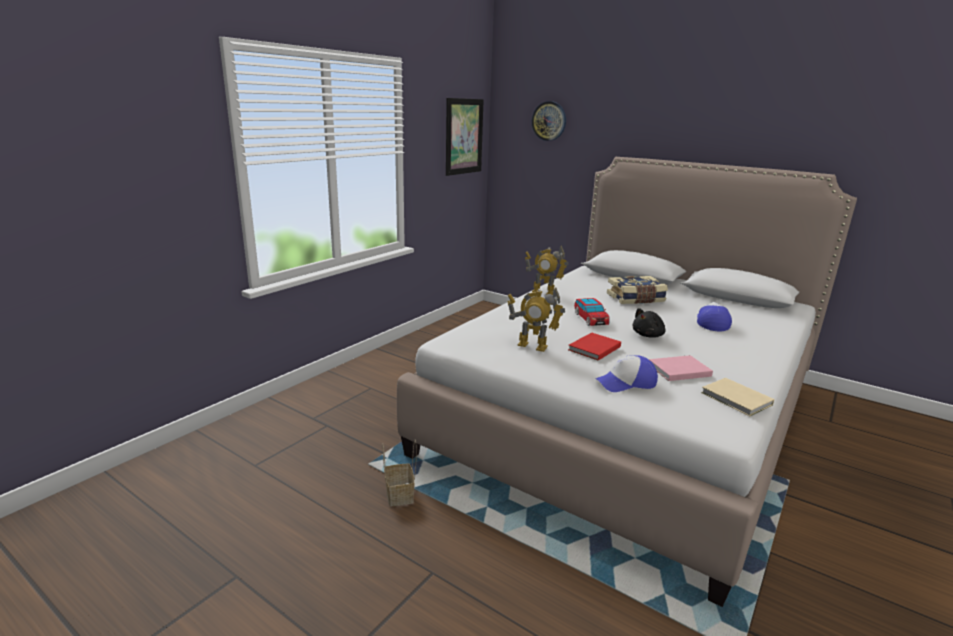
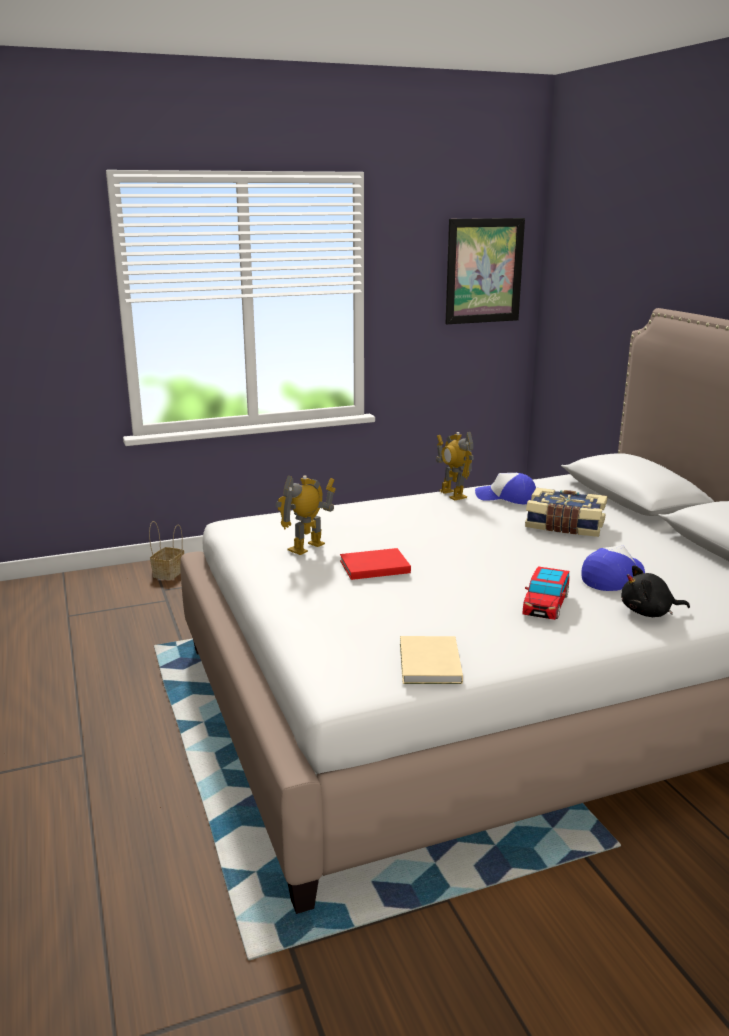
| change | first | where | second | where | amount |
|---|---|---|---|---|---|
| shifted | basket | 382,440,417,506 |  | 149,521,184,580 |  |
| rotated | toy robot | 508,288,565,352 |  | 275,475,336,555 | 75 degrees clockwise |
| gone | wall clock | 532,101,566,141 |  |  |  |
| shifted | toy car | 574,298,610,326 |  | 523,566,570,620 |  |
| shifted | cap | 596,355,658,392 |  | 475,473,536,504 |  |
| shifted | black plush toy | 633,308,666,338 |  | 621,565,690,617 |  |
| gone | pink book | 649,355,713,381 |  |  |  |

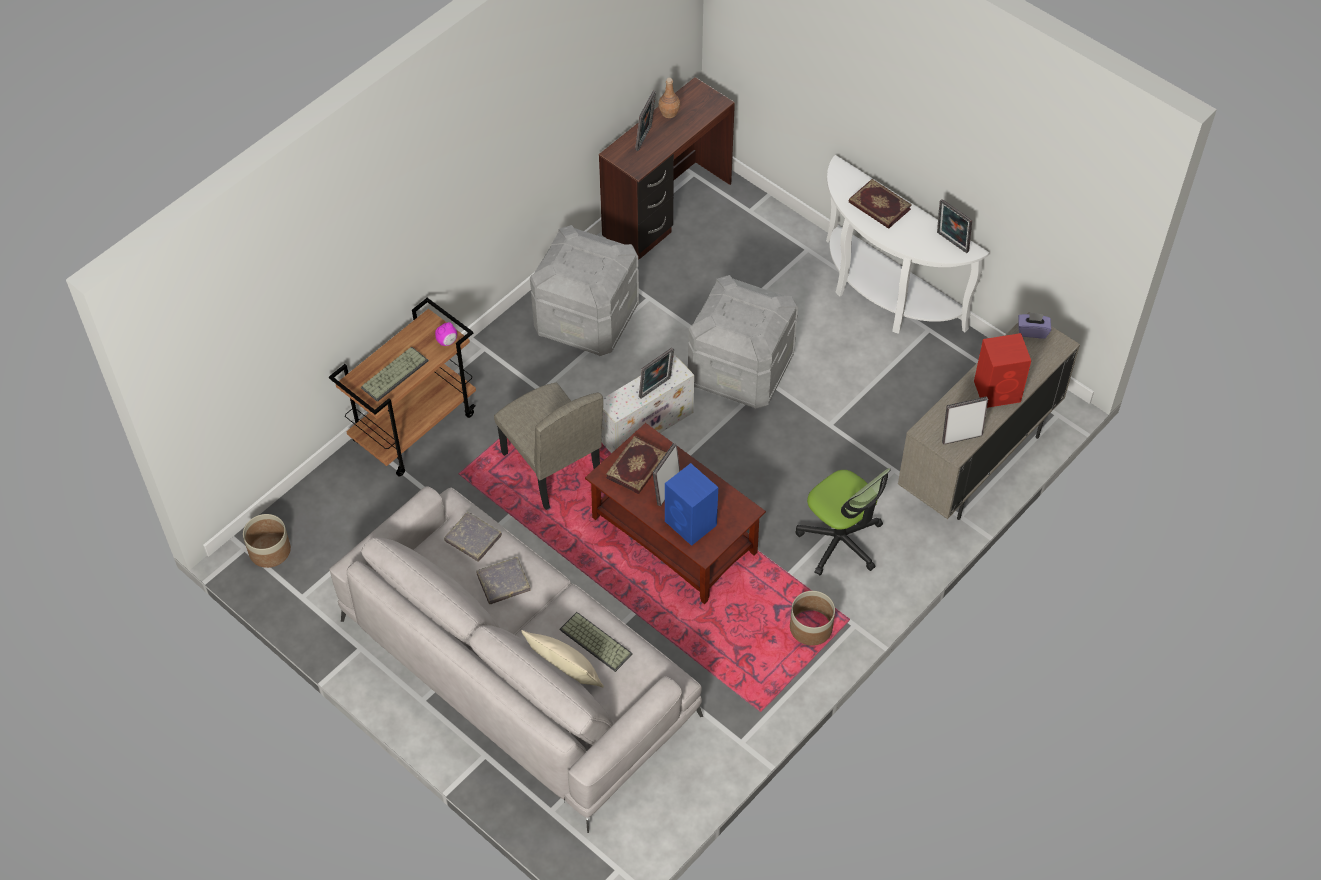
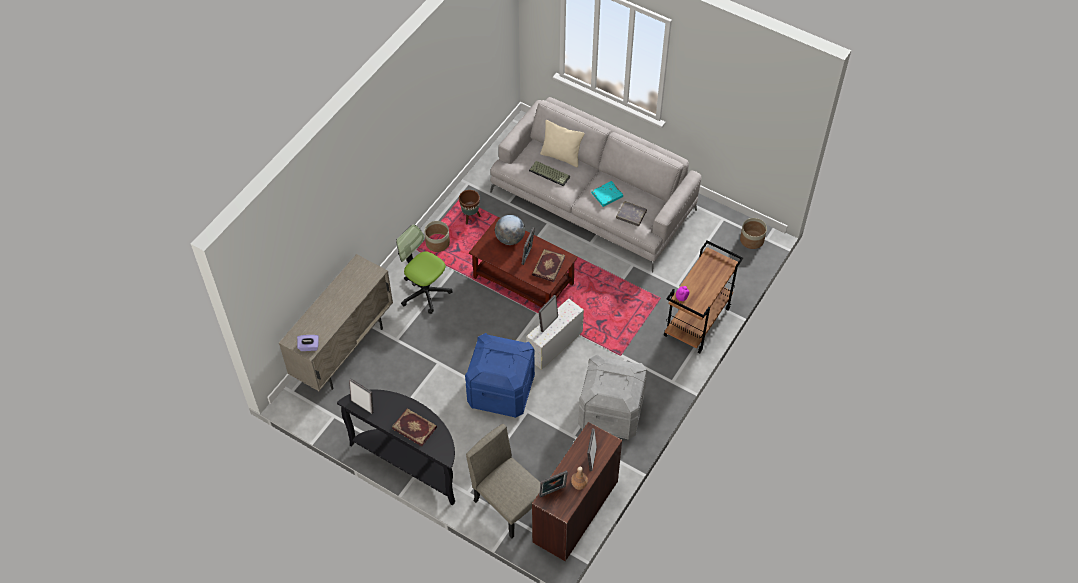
| change | first | where | second | where | amount |
|---|---|---|---|---|---|
| gone | keyboard | 361,347,429,402 |  |  |  |
| repainted | grey book | 476,557,531,604 | turquoise book | 591,181,623,207 |  |
| shifted | beige chair | 494,383,603,510 |  | 466,424,540,539 |  |
| swapped | blue speaker | 665,463,718,546 | globe | 495,215,525,245 |  |
| repainted | grey storage box | 688,275,798,409 | blue storage box | 465,333,535,418 |  |
| repainted | white console table | 826,155,990,334 | black console table | 337,390,455,505 |  |
| shifted | picture frame | 942,396,988,445 |  | 539,470,568,497 |  |
| gone | red speaker | 974,333,1031,408 |  |  |  |
| new |  |  | brown planter | 459,190,481,225 |  |

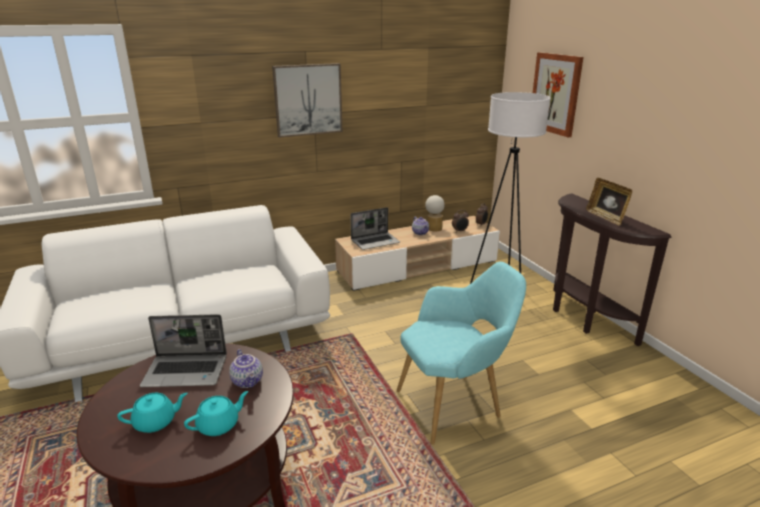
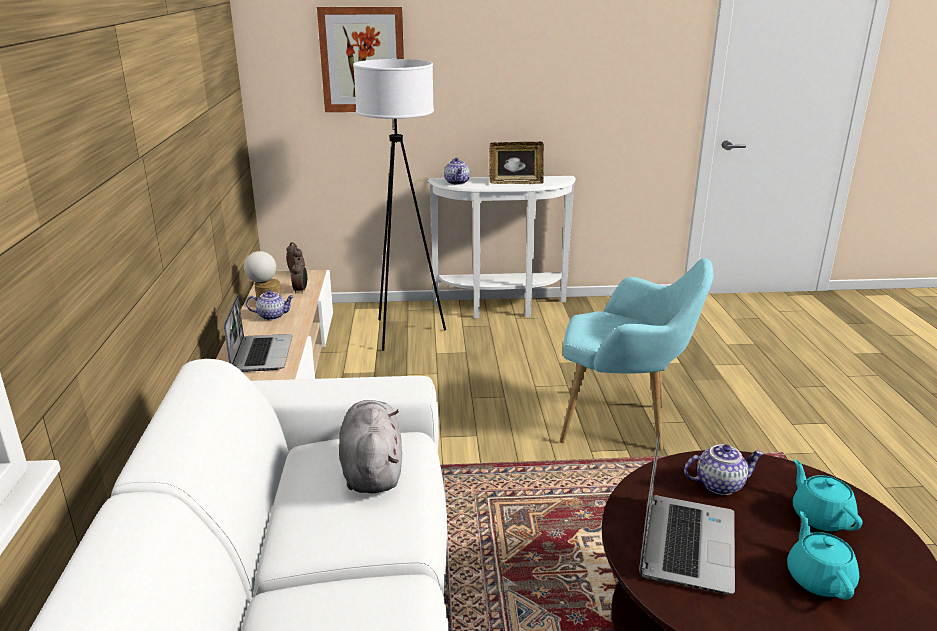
| change | first | where | second | where | amount |
|---|---|---|---|---|---|
| gone | picture | 272,63,343,138 |  |  |  |
| rotated | turquoise armchair | 397,262,526,445 |  | 560,258,714,450 | 105 degrees clockwise |
| repainted | brown console table | 553,193,672,346 | white console table | 428,176,576,318 |  |
| new |  |  | grey plush toy | 339,400,402,493 |  |
| new |  |  | teapot | 444,158,470,185 |  |

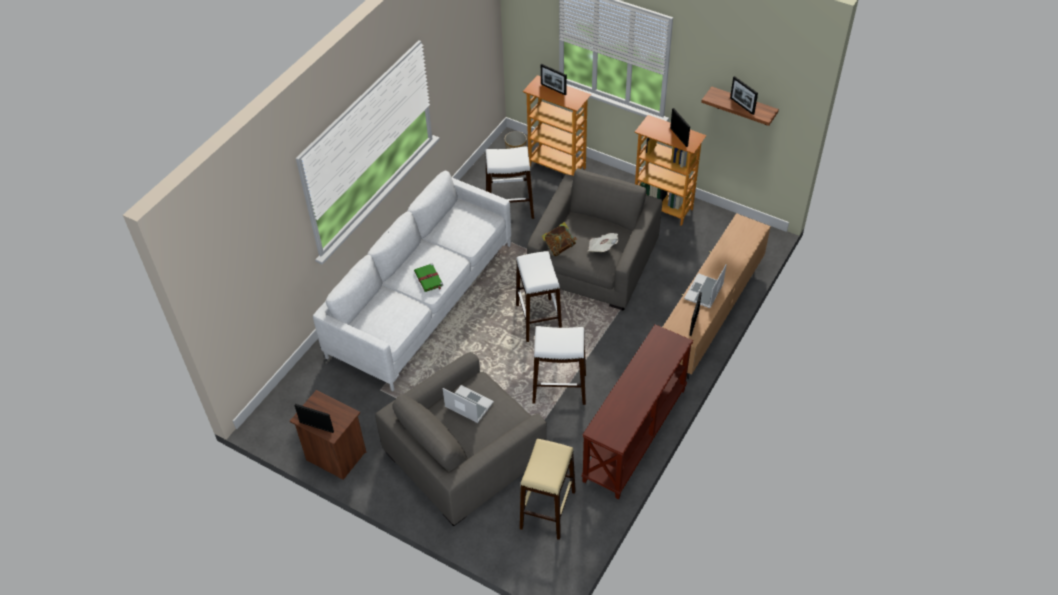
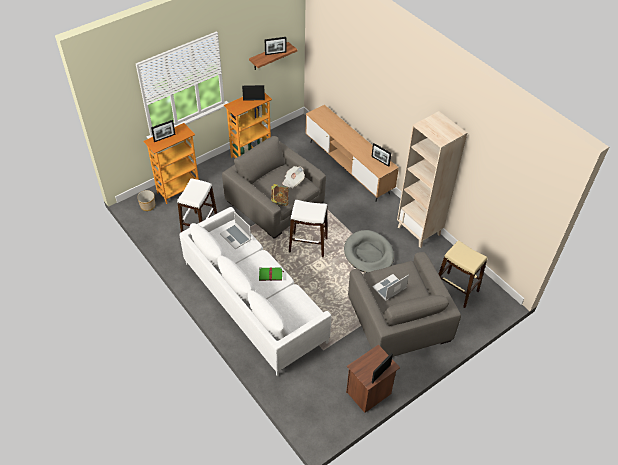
| change | first | where | second | where | amount |
|---|---|---|---|---|---|
| swapped | white stool | 532,326,586,405 | grey dog bed | 344,230,394,273 |  |
| swapped | brown console table | 581,324,693,499 | beige bookcase | 397,111,467,248 |  |
| shifted | laptop | 684,264,727,308 |  | 220,211,251,249 |  |

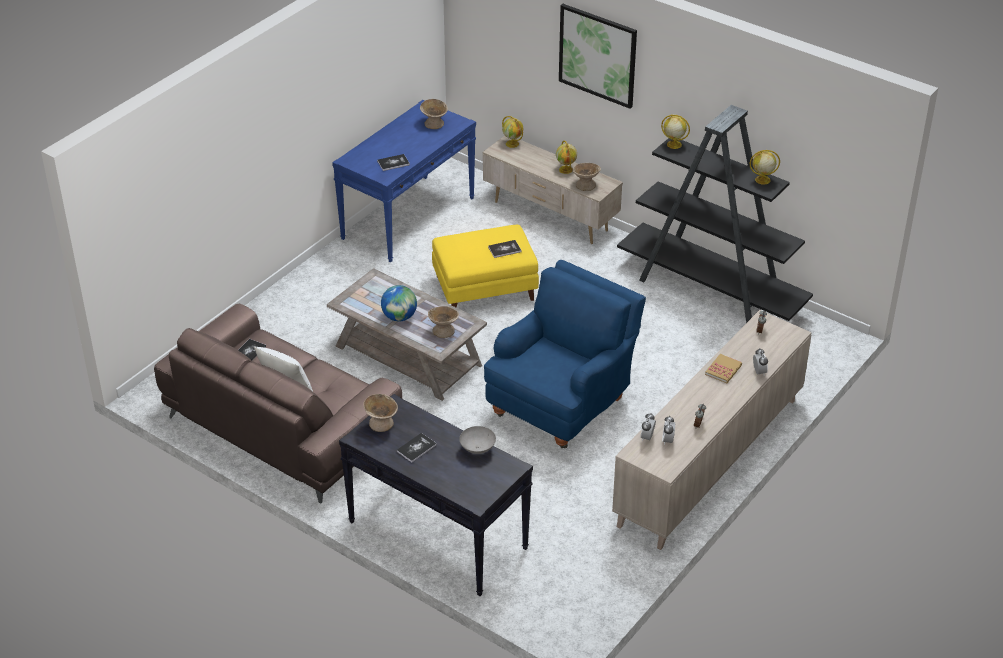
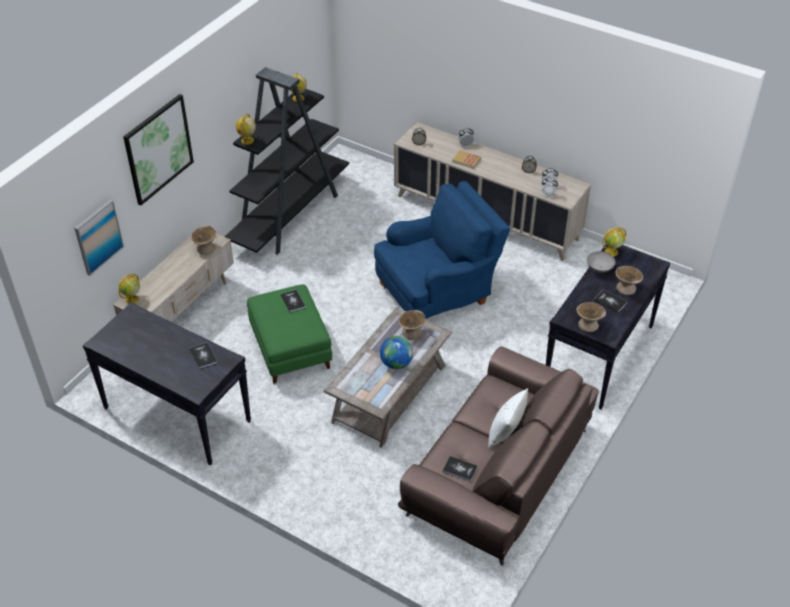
| change | first | where | second | where | amount |
|---|---|---|---|---|---|
| repainted | blue console table | 332,100,476,262 | black console table | 83,302,251,465 |  |
| shifted | beige bowl | 420,99,448,129 |  | 616,266,643,295 |  |
| repainted | yellow ottoman | 432,224,539,308 | green ottoman | 247,284,332,384 |  |
| rotated | blue armchair | 484,260,646,449 |  | 374,181,510,319 | 120 degrees clockwise |
| shifted | globe | 556,140,577,174 |  | 602,227,626,257 |  |
| new |  |  | picture | 74,200,124,276 |  |

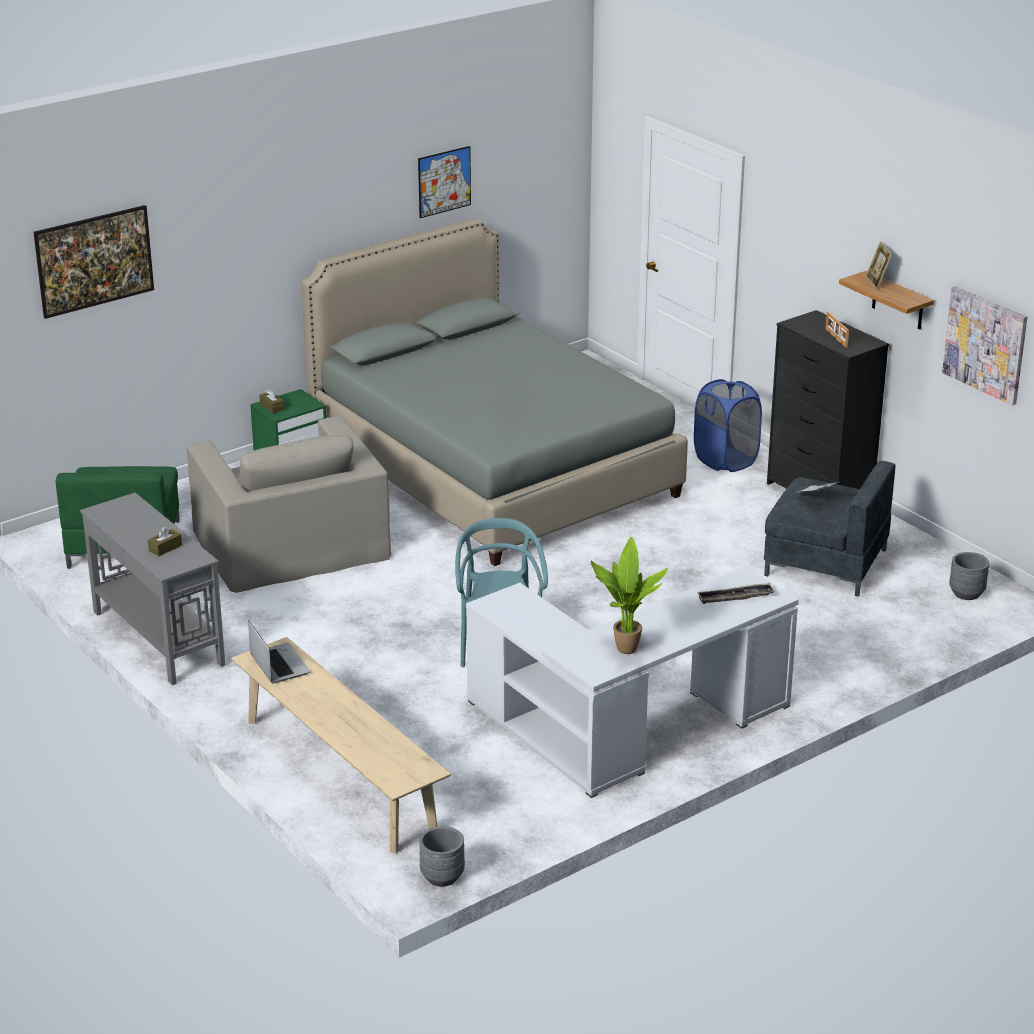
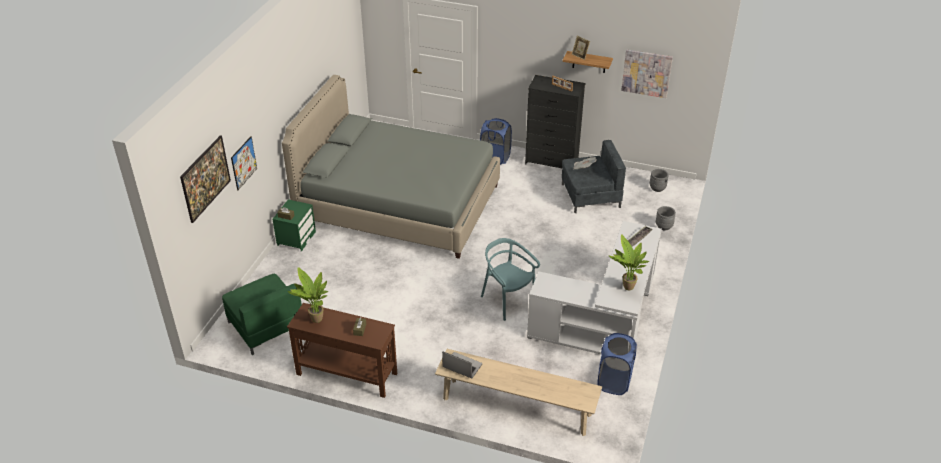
| change | first | where | second | where | amount |
|---|---|---|---|---|---|
| repainted | grey console table | 80,493,225,685 | brown console table | 287,303,397,398 |  |
| gone | beige armchair | 187,416,391,593 |  |  |  |
| shifted | picture | 418,146,471,218 |  | 231,136,257,190 |  |
| shifted | grey planter | 419,826,465,887 |  | 656,206,676,230 |  |
| new |  |  | potted plant | 288,267,328,323 |  |
| new |  |  | blue laundry basket | 597,333,637,395 |  |

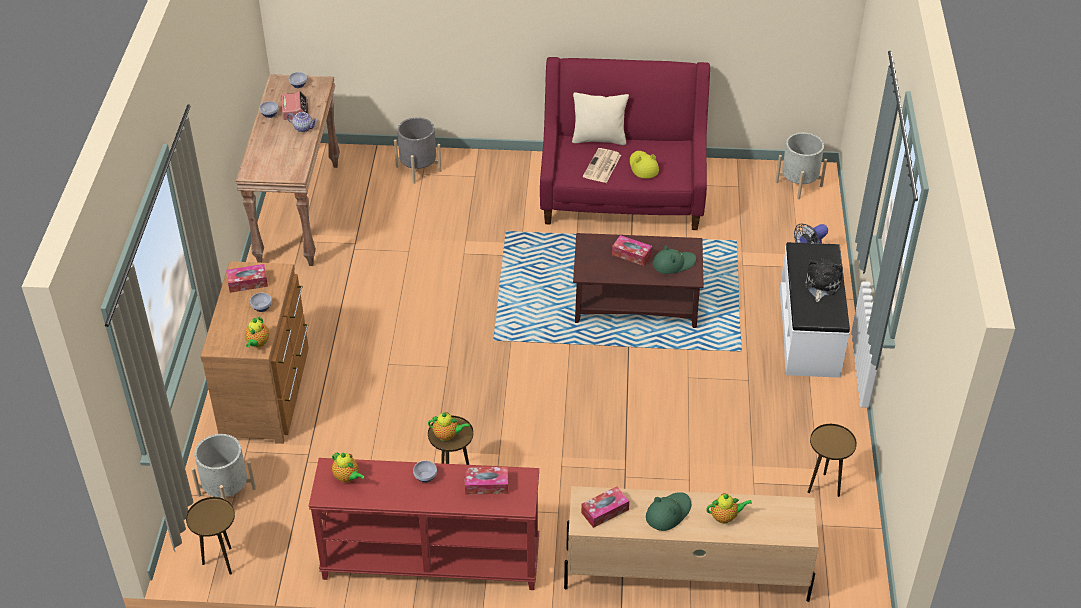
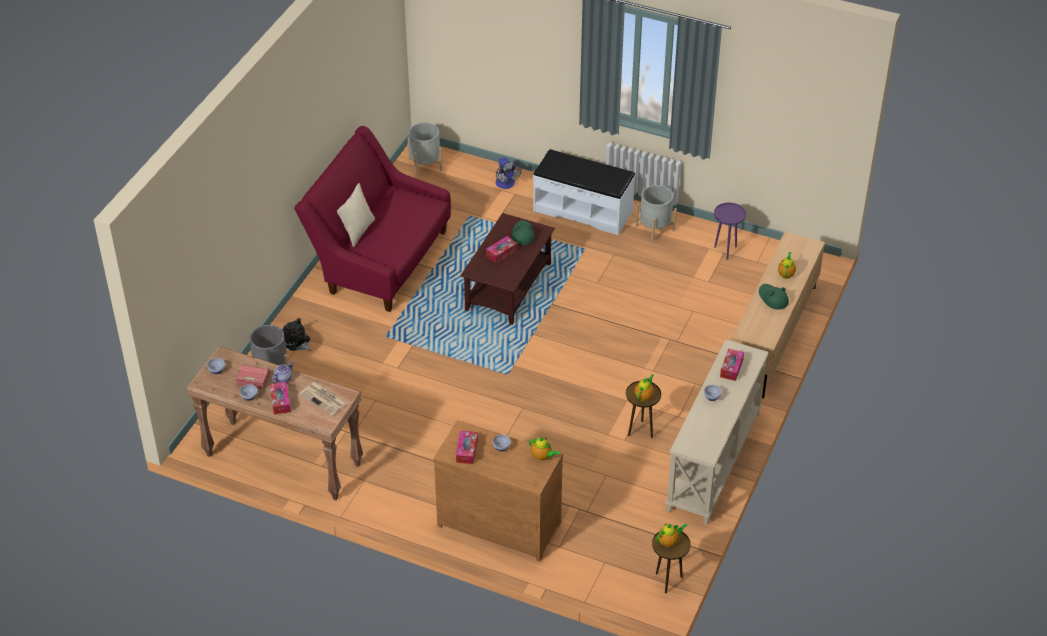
| change | first | where | second | where | amount |
|---|---|---|---|---|---|
| shifted | grey planter | 191,434,256,500 |  | 635,185,677,241 |  |
| repainted | red console table | 309,458,539,590 | beige console table | 665,339,768,525 |  |
| shifted | teapot | 332,452,364,483 |  | 656,524,688,547 |  |
| shifted | tissue box | 581,486,629,528 |  | 269,382,291,415 |  |
| shifted | newspaper | 583,148,621,183 |  | 299,382,348,416 |  |
| gone | yellow hat | 630,151,659,179 |  |  |  |
| shifted | plush toy | 805,259,843,302 |  | 282,318,311,351 |  |
| repainted | brown side table | 808,424,857,497 | purple side table | 714,203,746,260 |  |

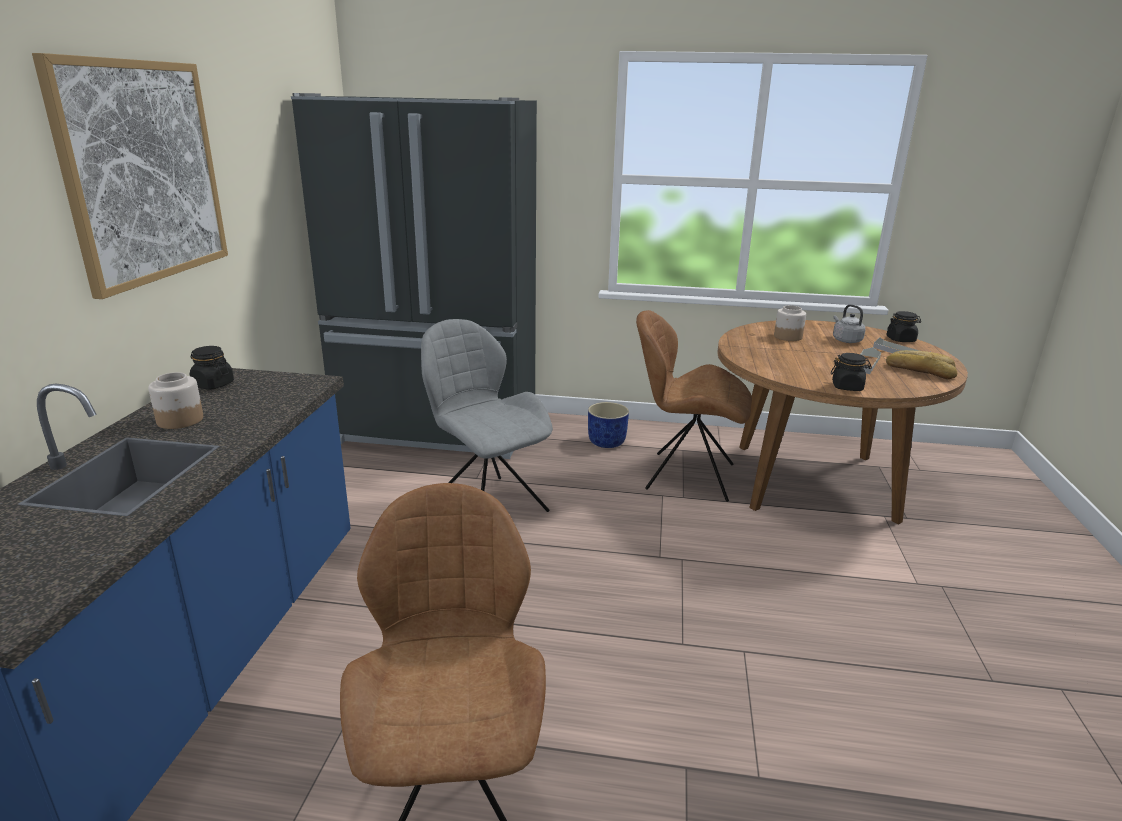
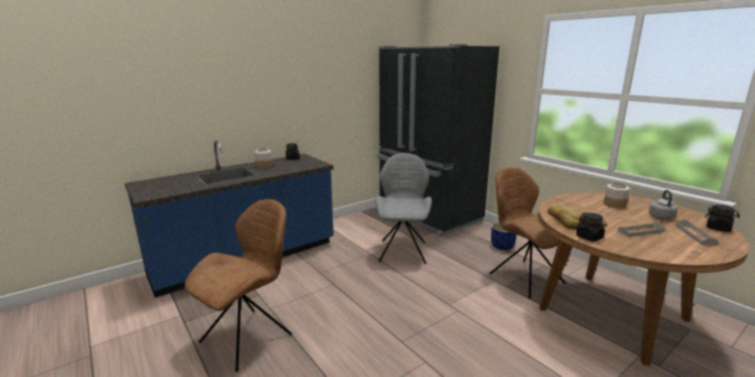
| change | first | where | second | where | amount |
|---|---|---|---|---|---|
| gone | picture | 32,53,228,299 |  |  |  |
| shifted | bread | 886,350,957,379 |  | 548,205,582,229 |  |

